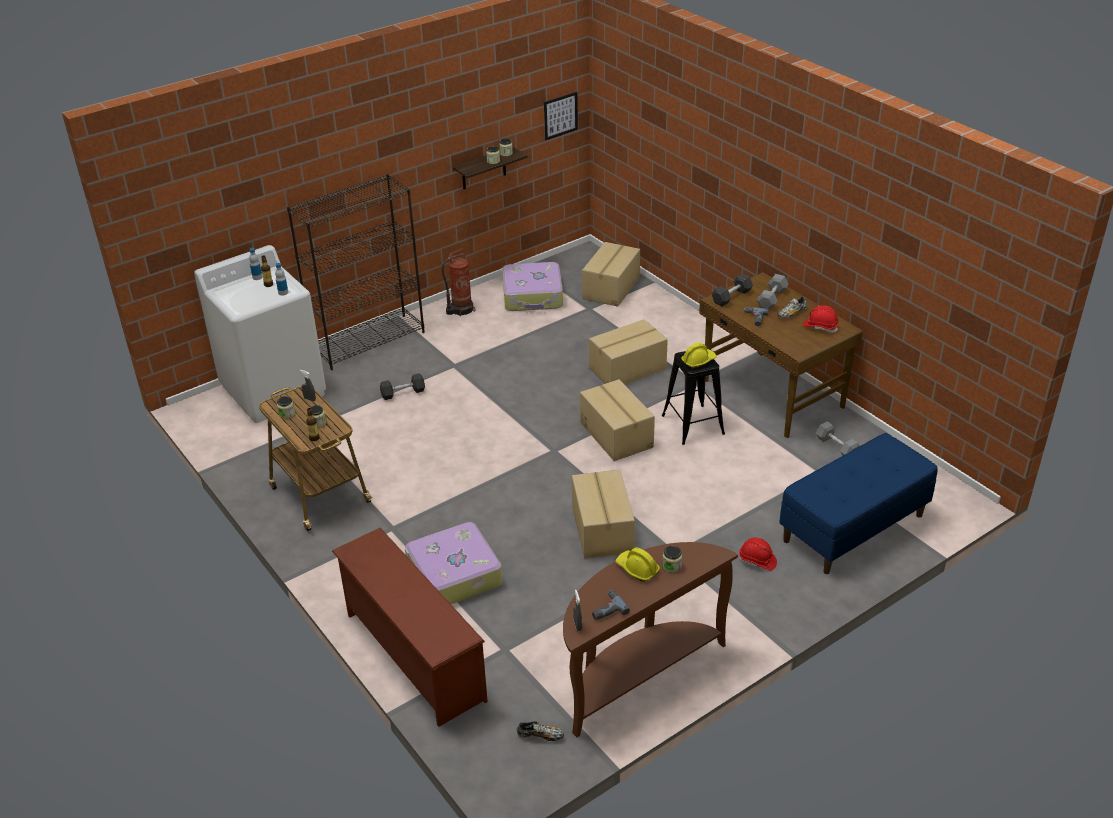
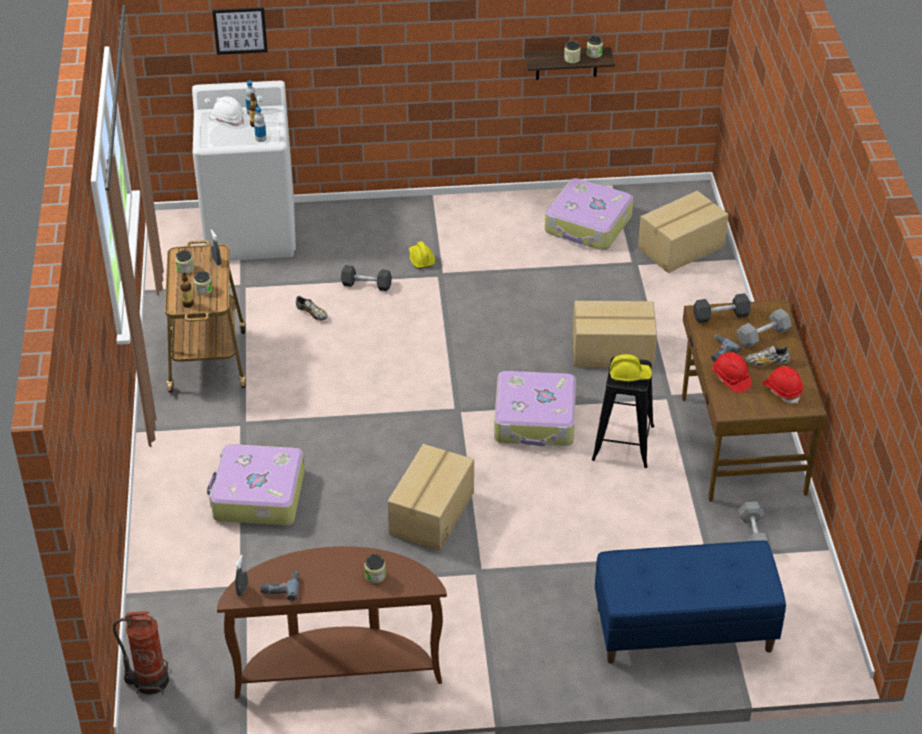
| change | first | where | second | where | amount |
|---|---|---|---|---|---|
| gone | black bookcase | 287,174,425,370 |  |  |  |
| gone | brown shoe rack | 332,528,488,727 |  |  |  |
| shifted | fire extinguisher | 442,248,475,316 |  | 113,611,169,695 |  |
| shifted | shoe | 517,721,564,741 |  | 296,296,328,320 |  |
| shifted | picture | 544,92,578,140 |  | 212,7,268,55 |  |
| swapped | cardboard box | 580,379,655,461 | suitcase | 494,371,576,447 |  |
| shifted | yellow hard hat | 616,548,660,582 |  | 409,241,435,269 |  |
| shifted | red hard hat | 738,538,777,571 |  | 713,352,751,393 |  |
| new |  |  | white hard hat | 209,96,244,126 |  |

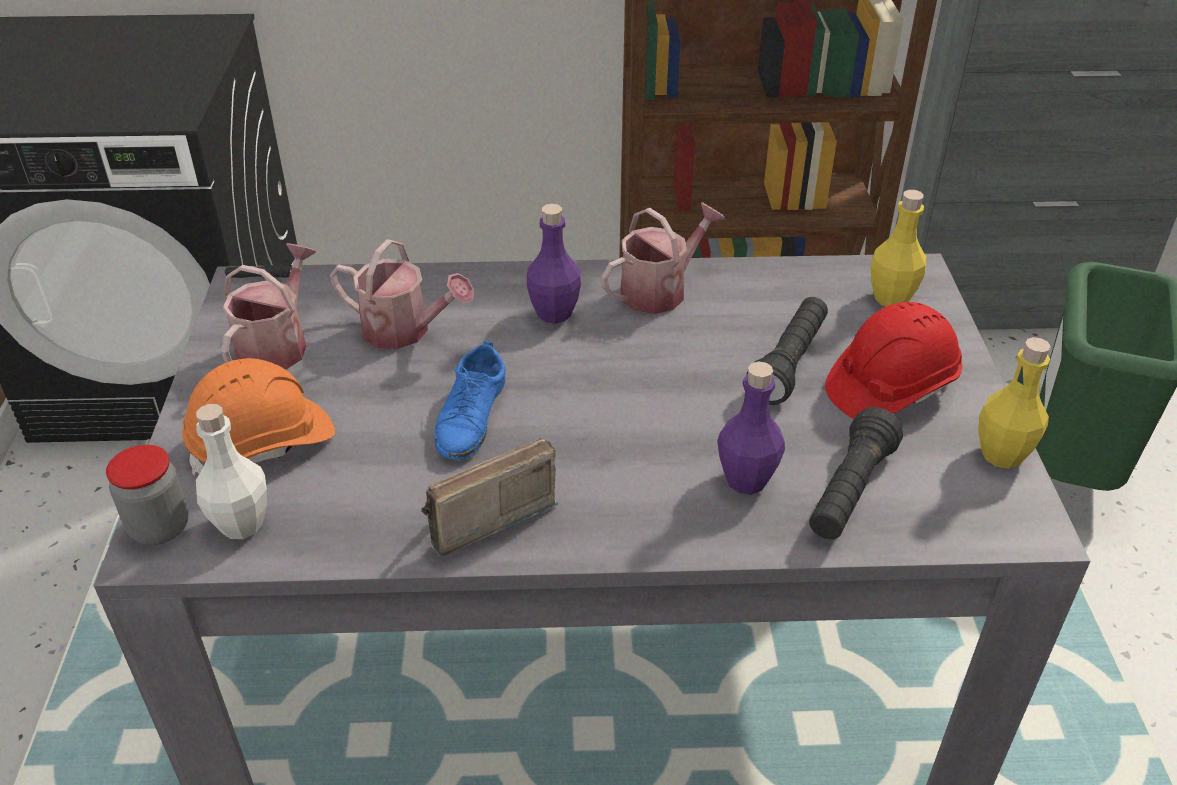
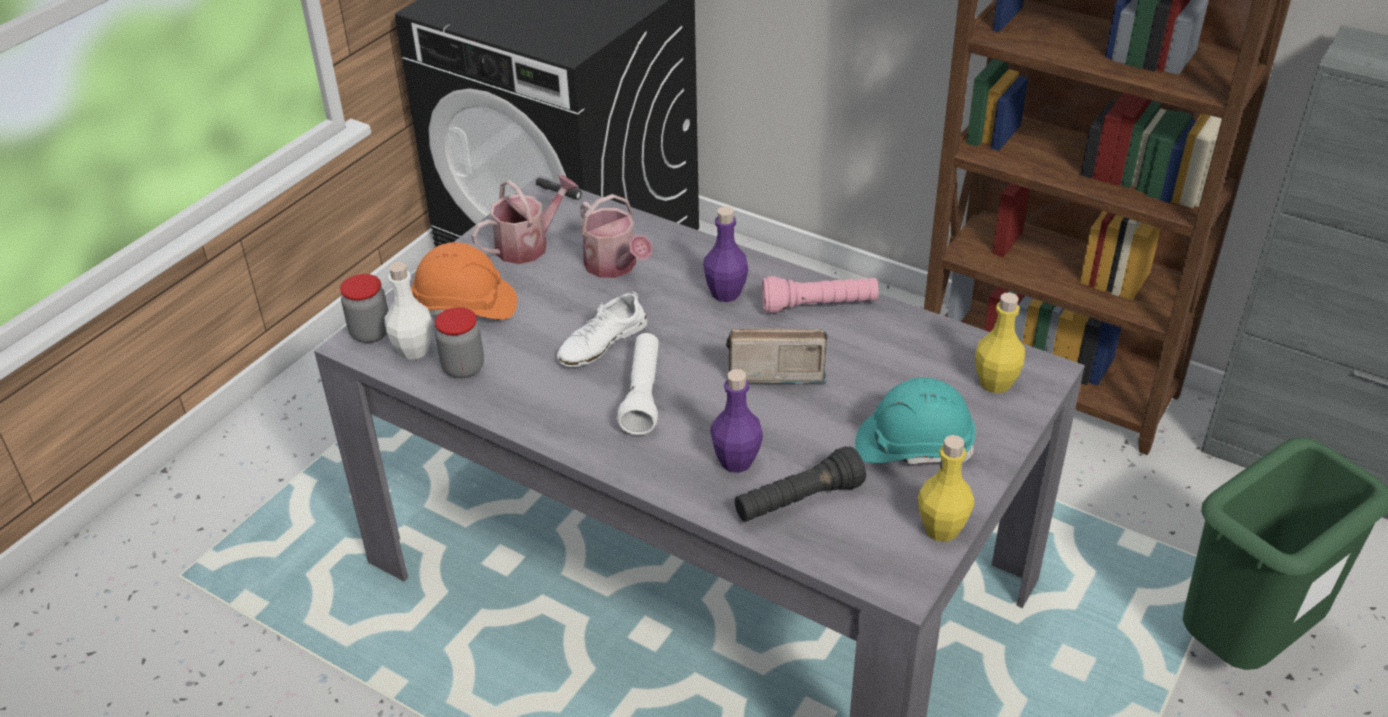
| change | first | where | second | where | amount |
|---|---|---|---|---|---|
| shifted | radio | 421,438,558,557 |  | 726,328,827,384 |  |
| repainted | blue shoe | 435,341,506,460 | white shoe | 557,291,647,367 |  |
| swapped | watering can | 602,203,725,314 | pink flashlight | 762,276,879,313 |  |
| gone | black flashlight | 746,297,828,405 |  |  |  |
| repainted | red hard hat | 825,302,963,419 | turquoise hard hat | 855,378,976,465 |  |
| new |  |  | jar | 435,307,484,378 |  |
| new |  |  | white flashlight | 617,333,659,435 |  |

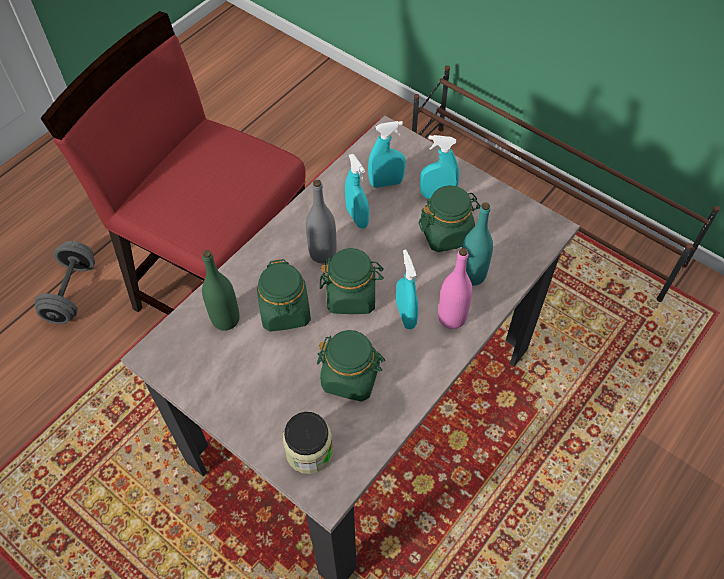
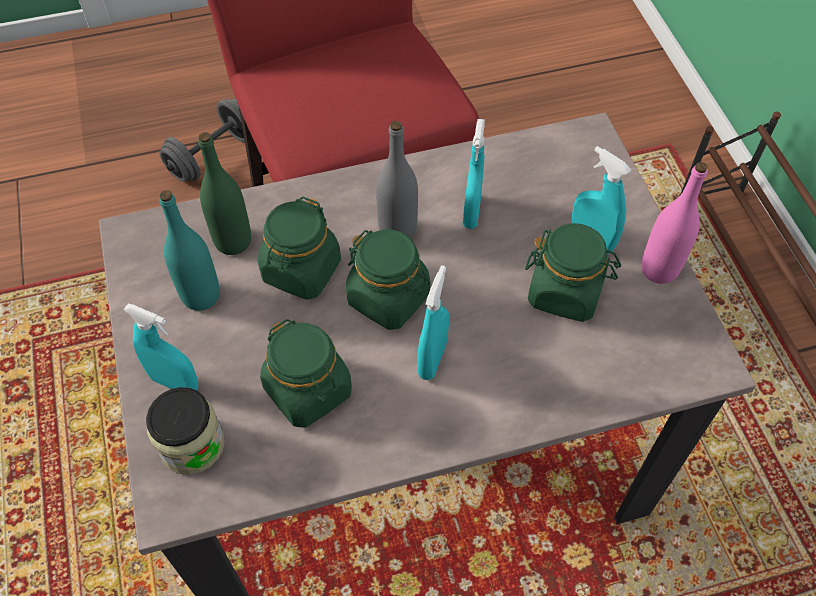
| change | first | where | second | where | amount |
|---|---|---|---|---|---|
| shifted | turquoise spray bottle | 368,121,406,188 |  | 123,304,198,390 |  |
| shifted | pink bottle | 438,248,473,329 |  | 641,162,708,284 |  |
| shifted | turquoise bottle | 462,202,493,286 |  | 159,190,220,311 |  |

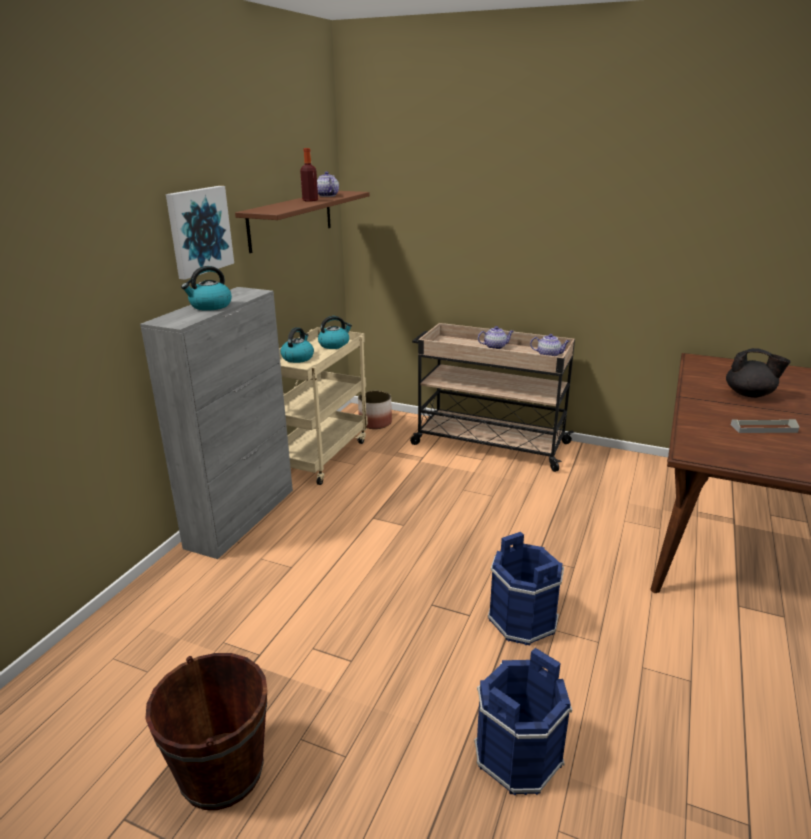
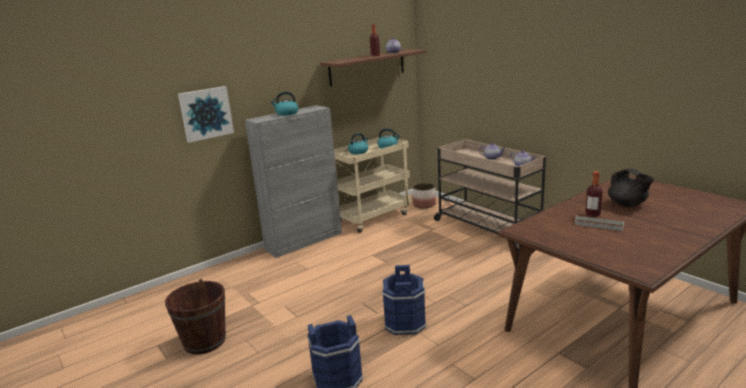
| change | first | where | second | where | amount |
|---|---|---|---|---|---|
| shifted | picture | 166,186,234,280 |  | 178,86,234,143 |  |
| new |  |  | bottle | 585,171,603,217 |  |

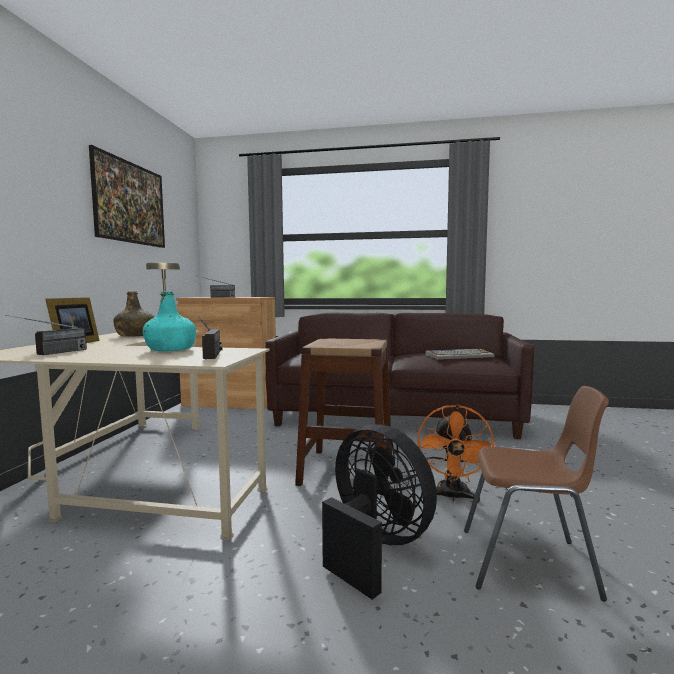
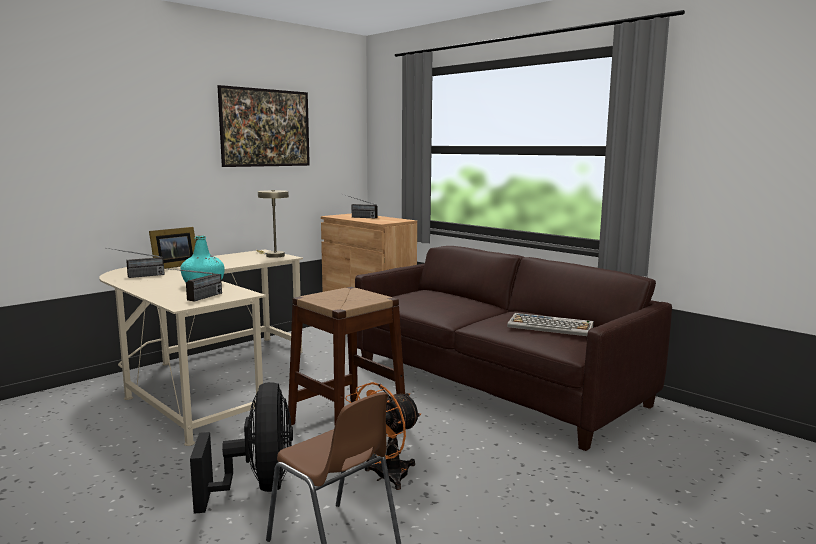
| change | first | where | second | where | amount |
|---|---|---|---|---|---|
| gone | green bottle | 113,291,154,337 |  |  |  |

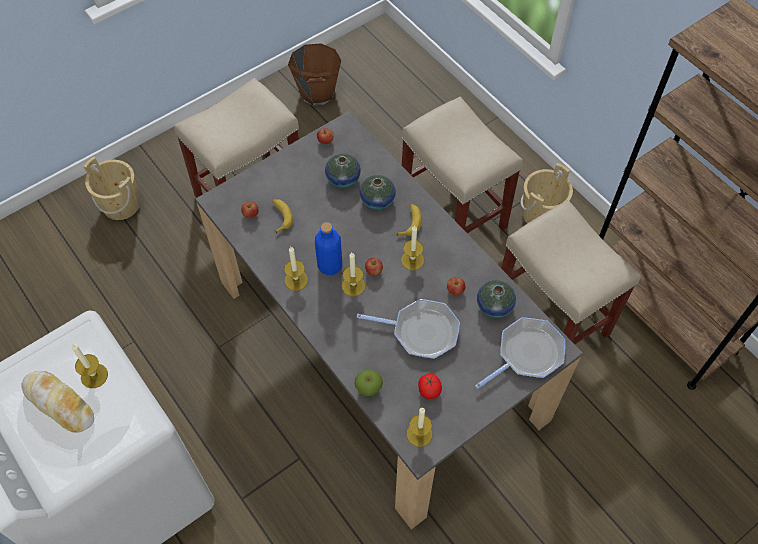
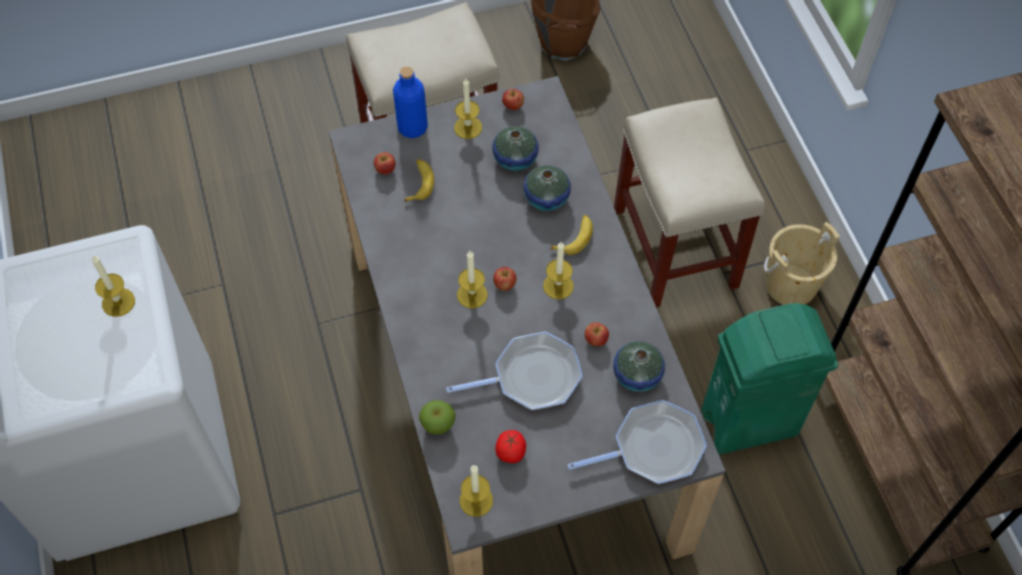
| change | first | where | second | where | amount |
|---|---|---|---|---|---|
| gone | bread | 21,371,94,433 |  |  |  |
| gone | beige bucket | 83,156,140,220 |  |  |  |
| shifted | candle | 284,247,308,291 |  | 454,78,482,139 |  |
| shifted | blue bottle | 315,222,342,275 |  | 393,66,428,138 |  |
| rotated | frying pan | 356,299,460,359 |  | 446,332,582,410 | 45 degrees counterclockwise |
| swapped | beige stool | 501,201,641,344 | green trash can | 701,303,838,454 |  |

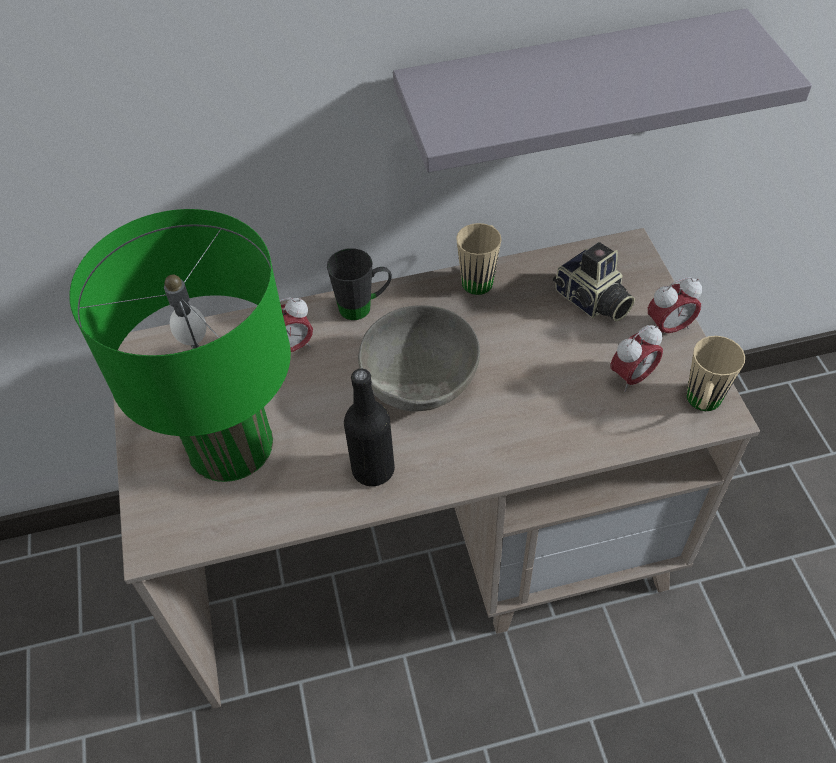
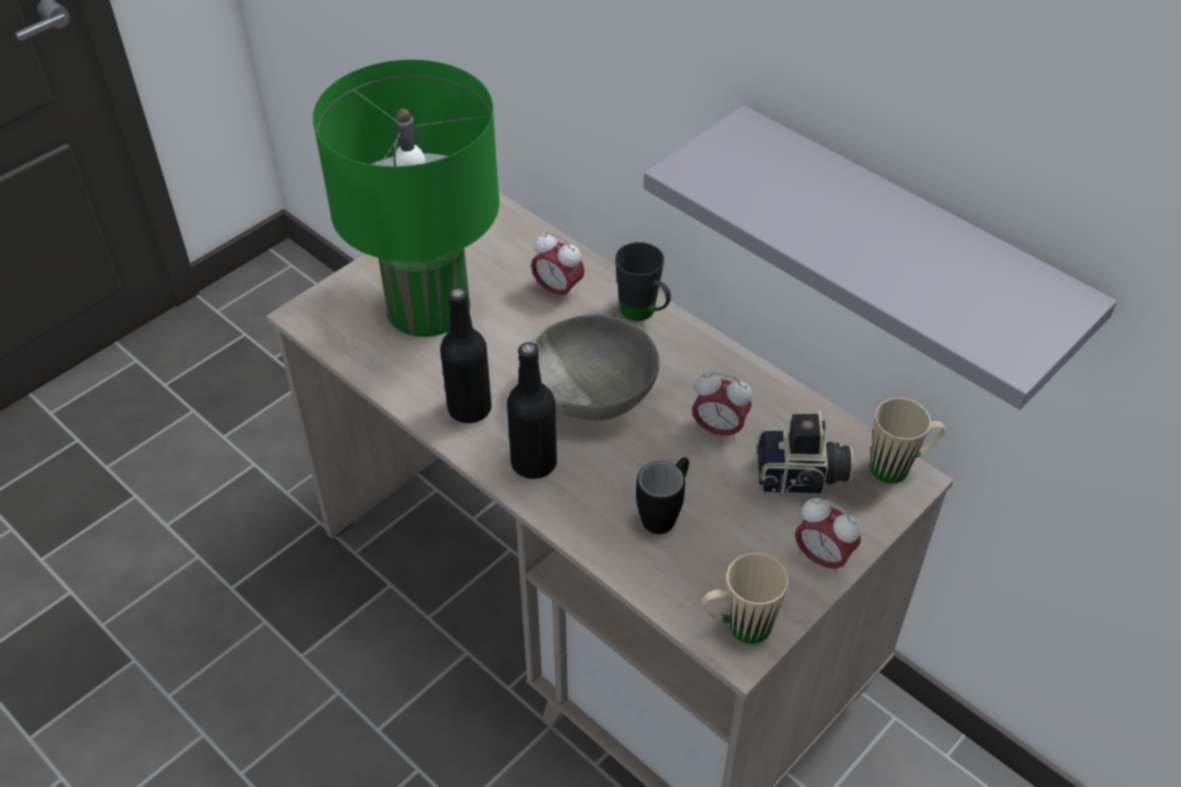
| change | first | where | second | where | amount |
|---|---|---|---|---|---|
| shifted | beige mug | 456,223,501,295 |  | 870,398,946,483 |  |
| rotated | photo camera | 553,242,635,322 |  | 757,411,854,494 | 105 degrees counterclockwise |
| shifted | alarm clock | 610,325,663,392 |  | 692,372,752,441 |  |
| new |  |  | black bottle | 507,342,557,479 |  |
| new |  |  | black mug | 636,457,689,534 |  |

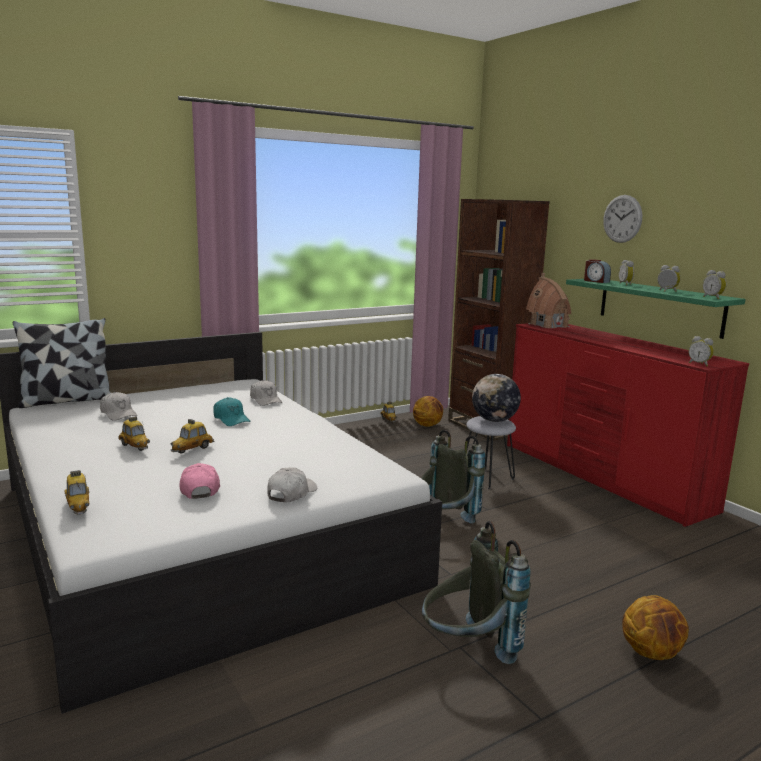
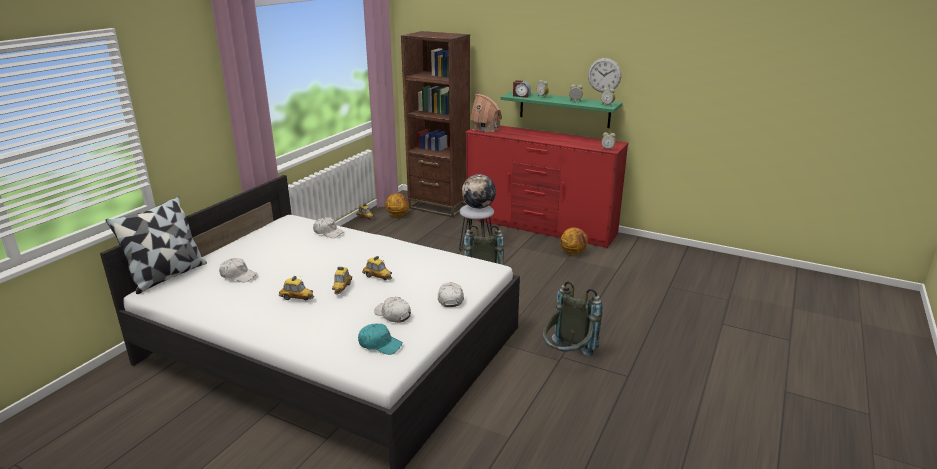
| change | first | where | second | where | amount |
|---|---|---|---|---|---|
| shifted | toy car | 65,470,90,515 |  | 362,256,392,280 |  |
| repainted | pink cap | 180,463,220,499 | white cap | 374,297,411,323 |  |
| shifted | turquoise cap | 213,397,251,426 |  | 358,323,403,355 |  |
| shifted | wall clock | 603,195,642,243 |  | 588,58,621,93 |  |
| shifted | basketball | 622,595,689,660 |  | 560,227,588,254 |  |

